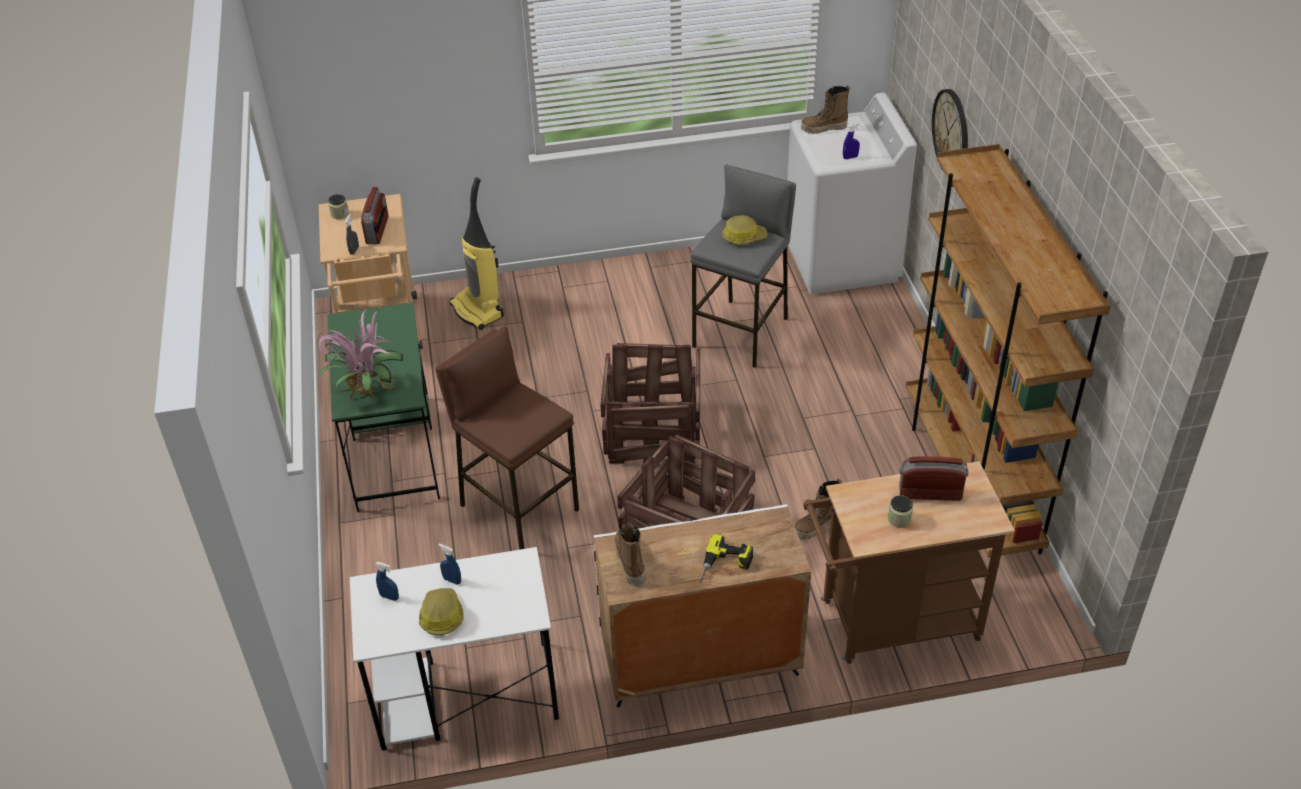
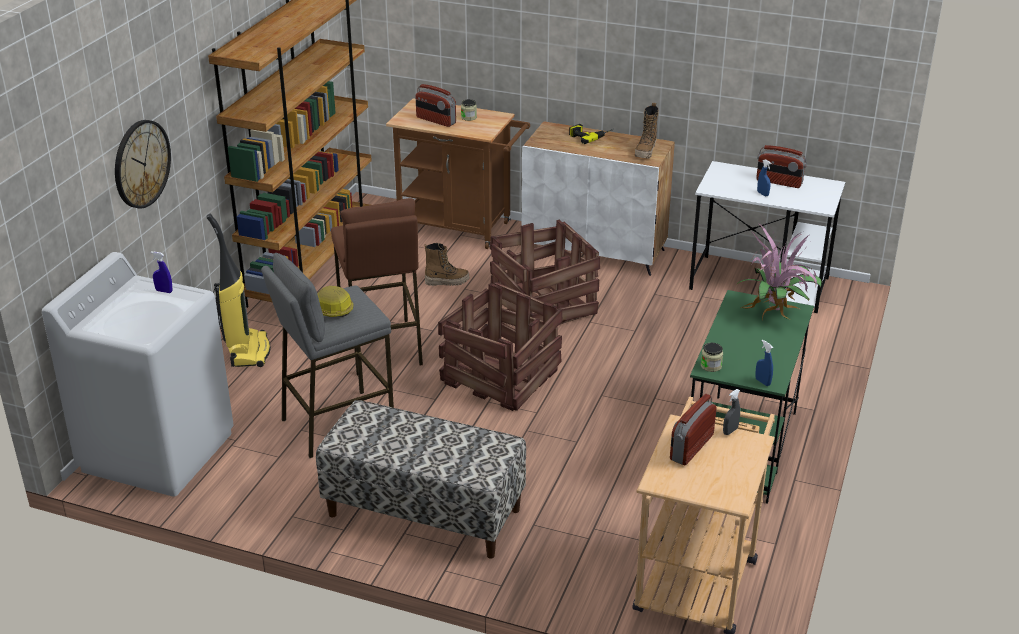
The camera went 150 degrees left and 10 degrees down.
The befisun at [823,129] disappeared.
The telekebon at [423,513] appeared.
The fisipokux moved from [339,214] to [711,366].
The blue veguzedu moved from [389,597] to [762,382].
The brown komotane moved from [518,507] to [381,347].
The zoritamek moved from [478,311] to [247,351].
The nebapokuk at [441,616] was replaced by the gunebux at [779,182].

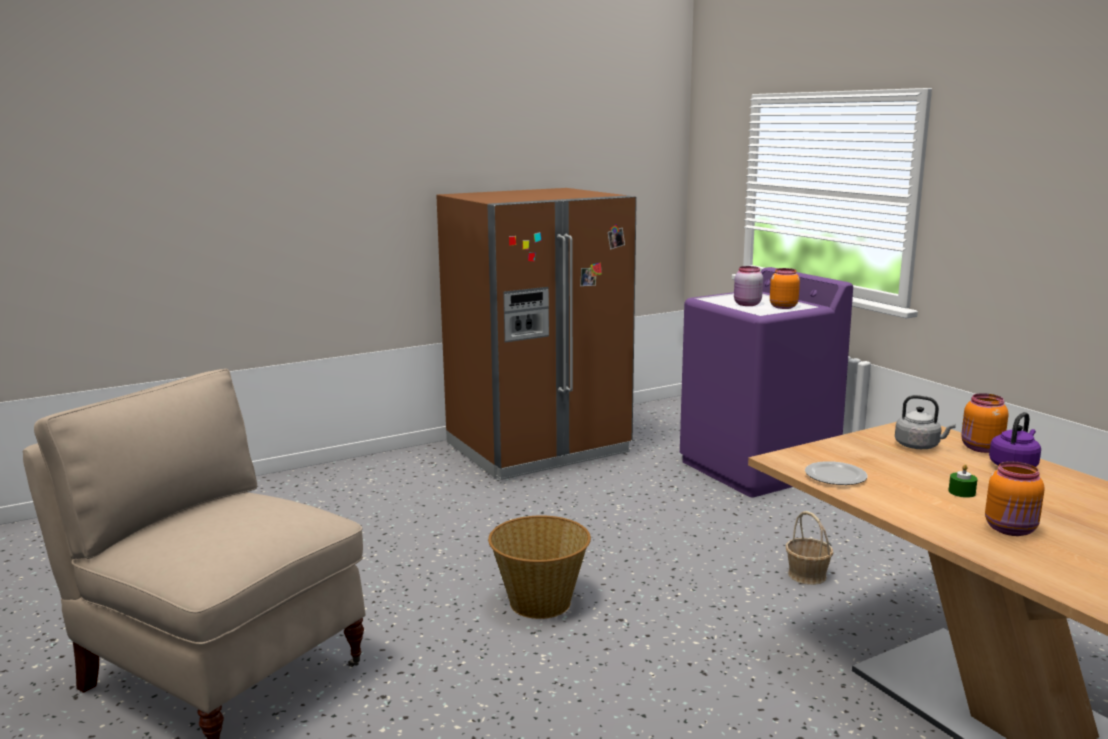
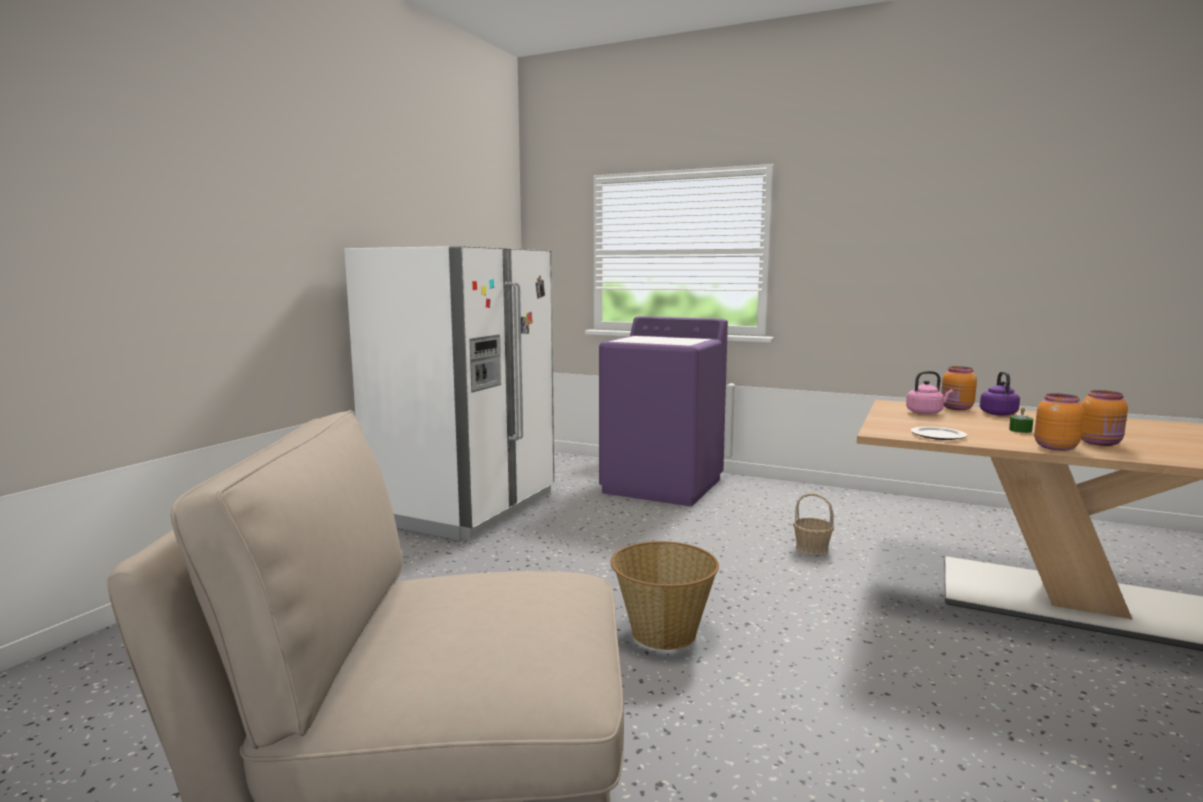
The camera went 35 degrees left and 5 degrees down.
The pink fisipokux at [746,304] disappeared.
The orange fisipokux moved from [782,307] to [1054,447].
The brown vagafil at [537,448] became the white vagafil at [464,508].
The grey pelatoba at [919,446] became the pink pelatoba at [926,412].

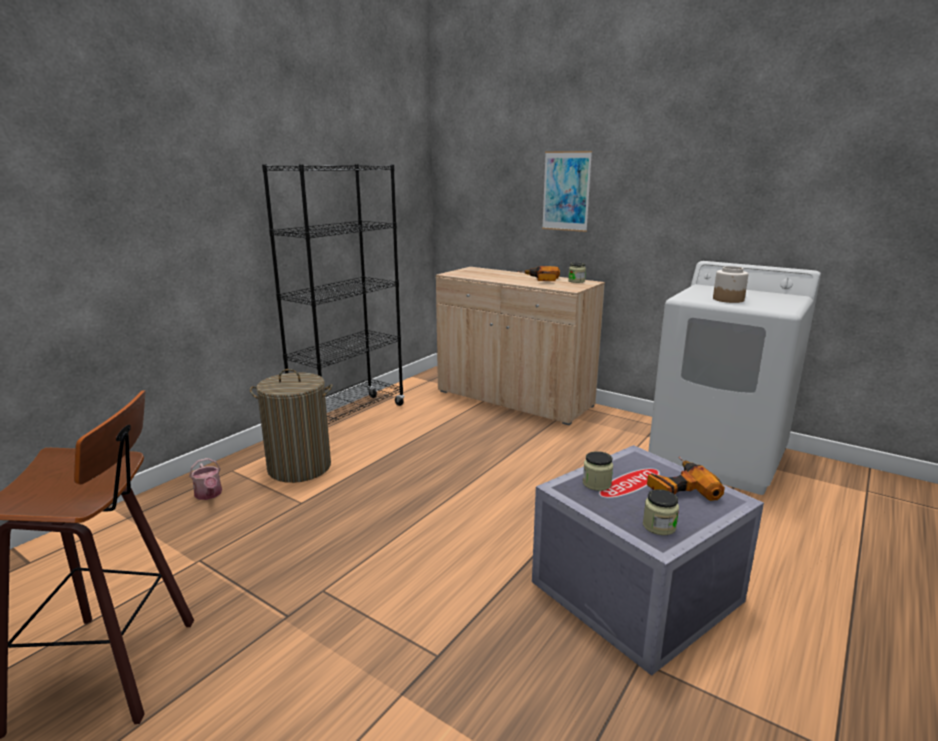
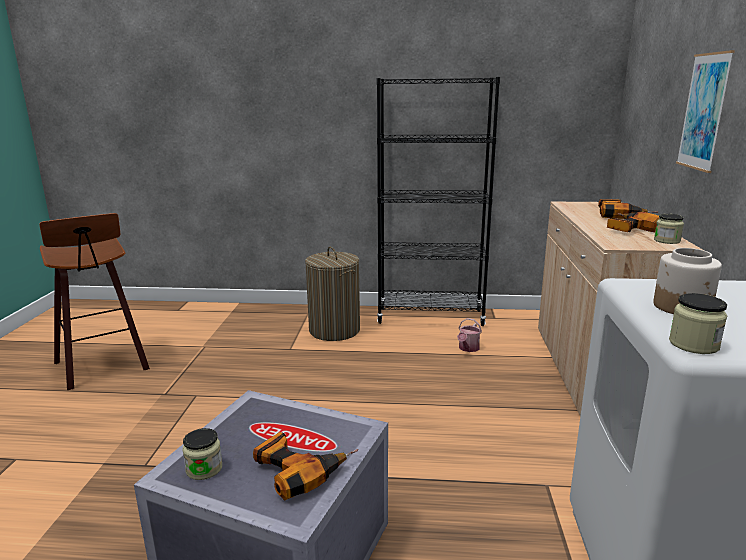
The camera went 60 degrees right and 0 degrees up.
The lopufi at [620,215] appeared.
The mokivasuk moved from [209,495] to [468,348].
The fisipokux moved from [596,484] to [693,344].

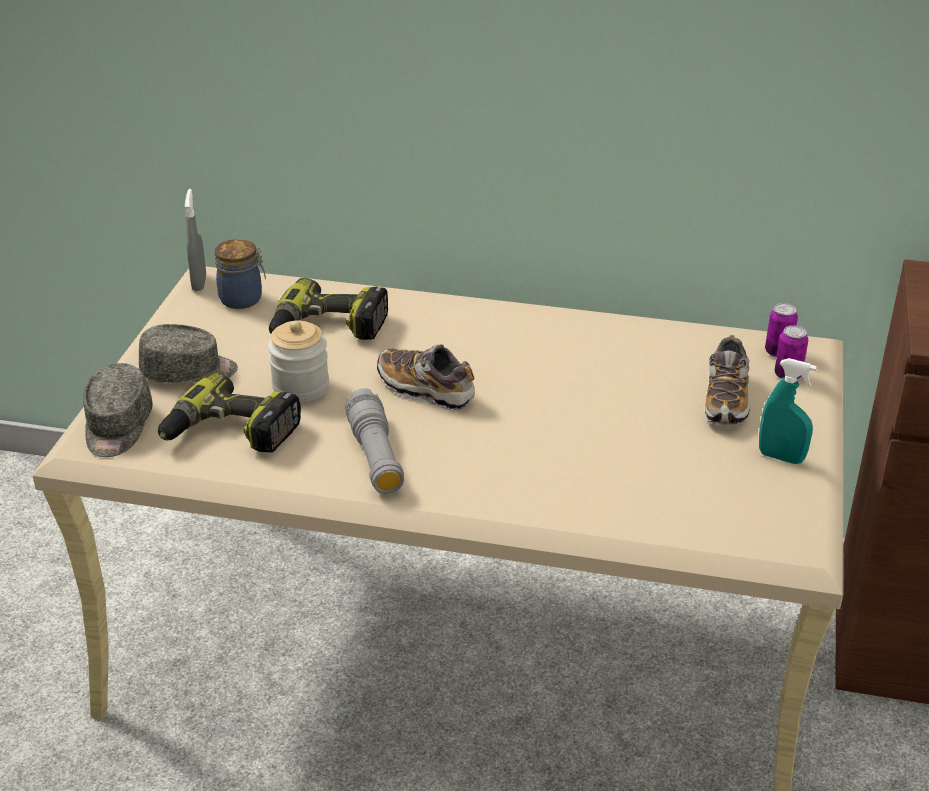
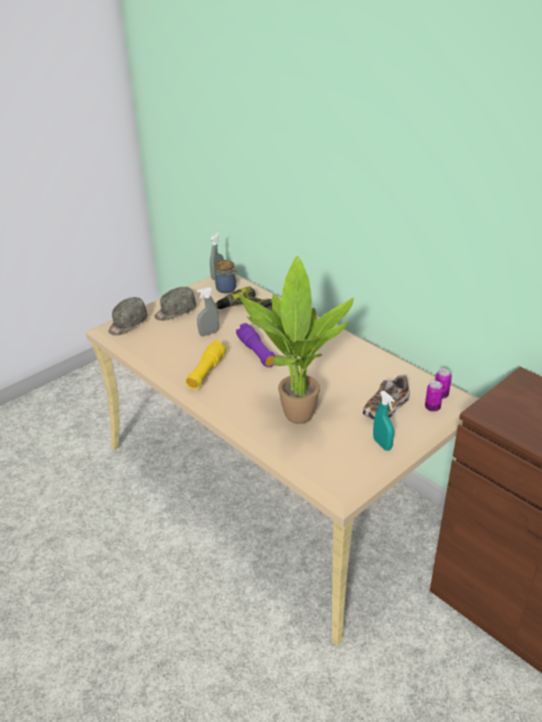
The camera went 35 degrees right and 0 degrees up.
The lopufi at [230,433] disappeared.
The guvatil at [294,415] appeared.
The fisipokux at [300,387] was replaced by the grey veguzedu at [209,333].
The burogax at [425,390] was replaced by the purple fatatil at [256,352].
The grey fatatil at [375,456] became the yellow fatatil at [206,372].
The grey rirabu at [189,372] turned 120 degrees clockwise.

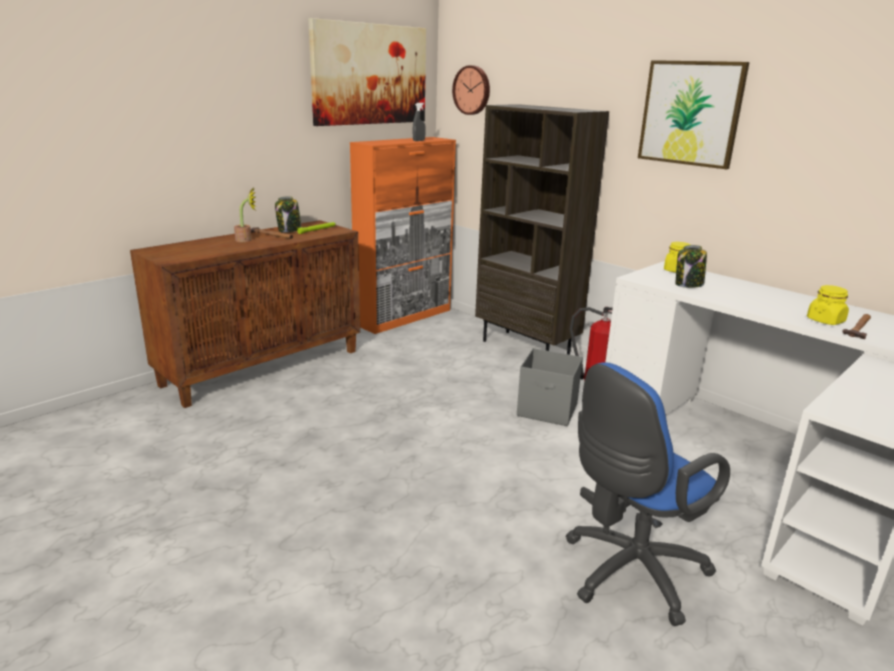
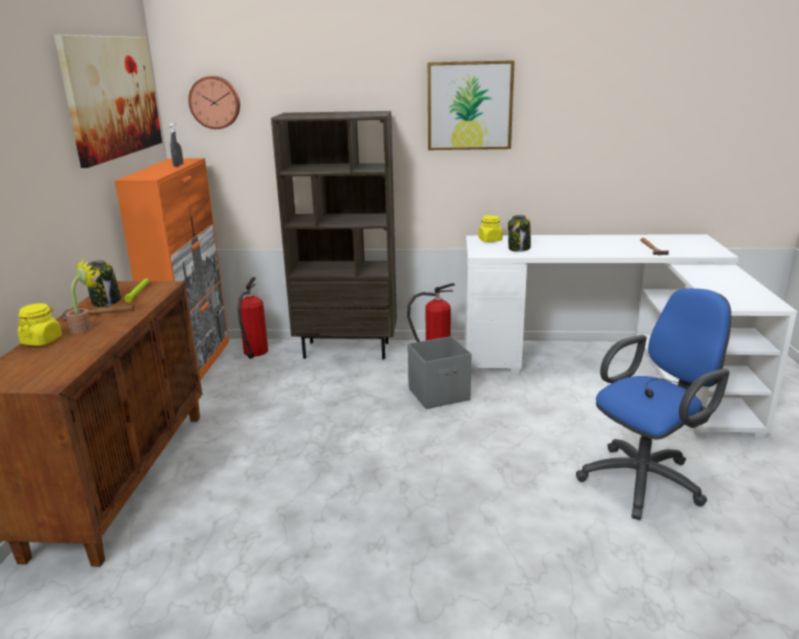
The camera went 40 degrees left and 0 degrees up.
The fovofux at [255,352] appeared.
The yellow fisipokux moved from [825,320] to [42,341].
The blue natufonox at [628,573] turned 135 degrees counterclockwise.

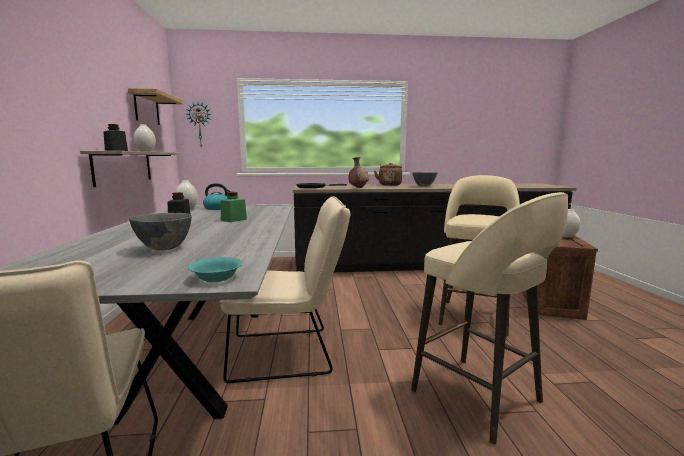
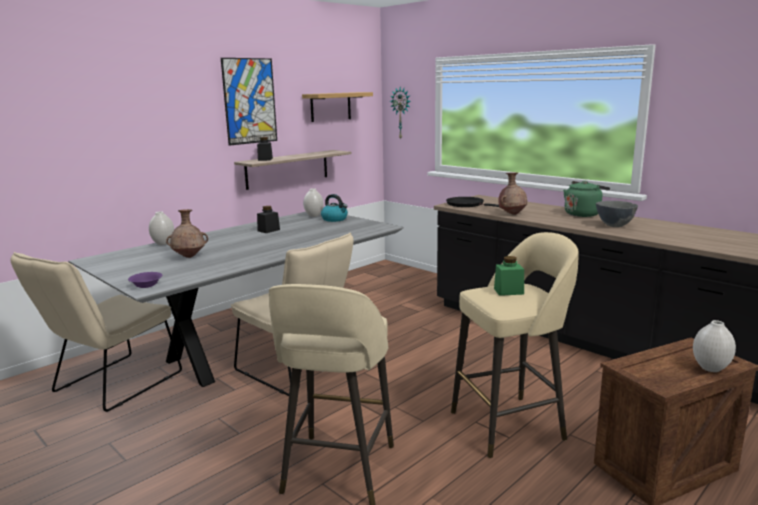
The camera went 50 degrees right and 5 degrees up.
The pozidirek at [249,101] appeared.
The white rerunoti moved from [145,151] to [163,244].
The green fisipokux moved from [234,220] to [508,291].
The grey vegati at [165,248] was replaced by the brown rerunoti at [189,256].
The turquoise vegati at [216,278] became the purple vegati at [146,285].
The brown pelatoba at [389,185] became the green pelatoba at [583,214].

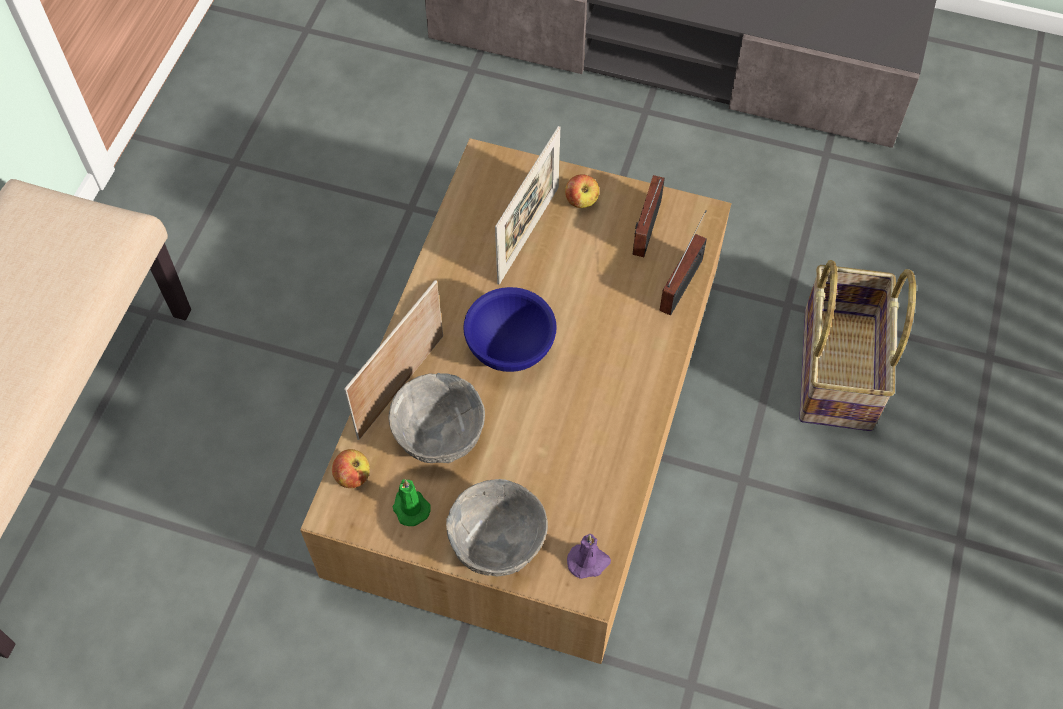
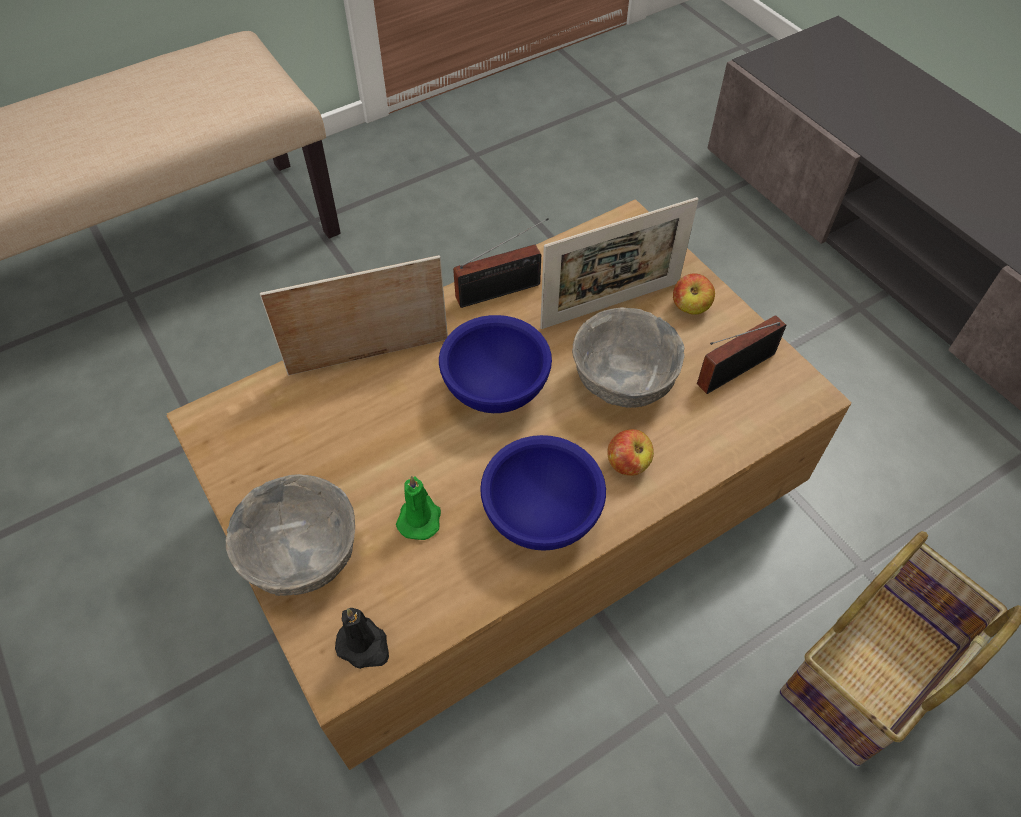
The camera went 40 degrees right and 5 degrees down.
The blue vegati at [539,515] appeared.
The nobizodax moved from [353,476] to [628,464].
The grey vegati moved from [439,433] to [623,380].
The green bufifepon moved from [410,507] to [420,517].
The gunebux moved from [684,282] to [503,291].
The purple bufifepon at [589,561] became the black bufifepon at [364,646].

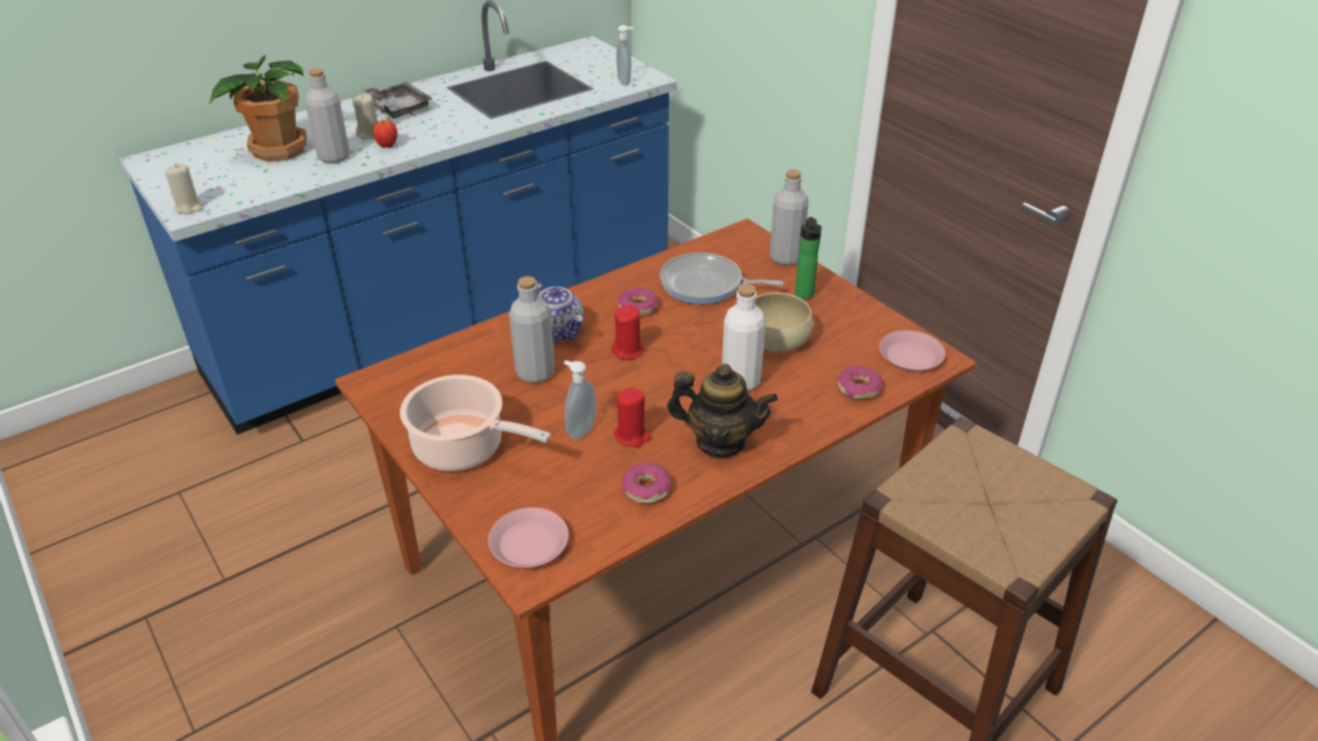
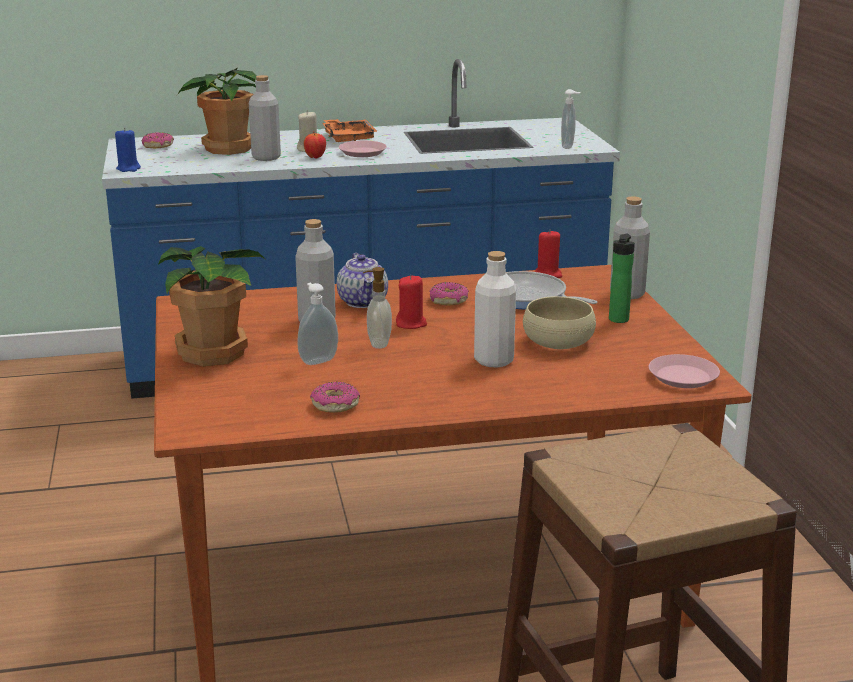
The camera went 25 degrees right and 15 degrees down.
The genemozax at [720,442] disappeared.
The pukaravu at [378,344] appeared.
The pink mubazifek moved from [529,544] to [362,152].
The red bufifepon moved from [632,436] to [548,274].
The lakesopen moved from [859,389] to [158,146].
The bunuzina at [464,448] was replaced by the guvatil at [212,352].
The beige bufifepon at [189,207] became the blue bufifepon at [128,169].
The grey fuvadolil at [397,108] became the orange fuvadolil at [348,138].

